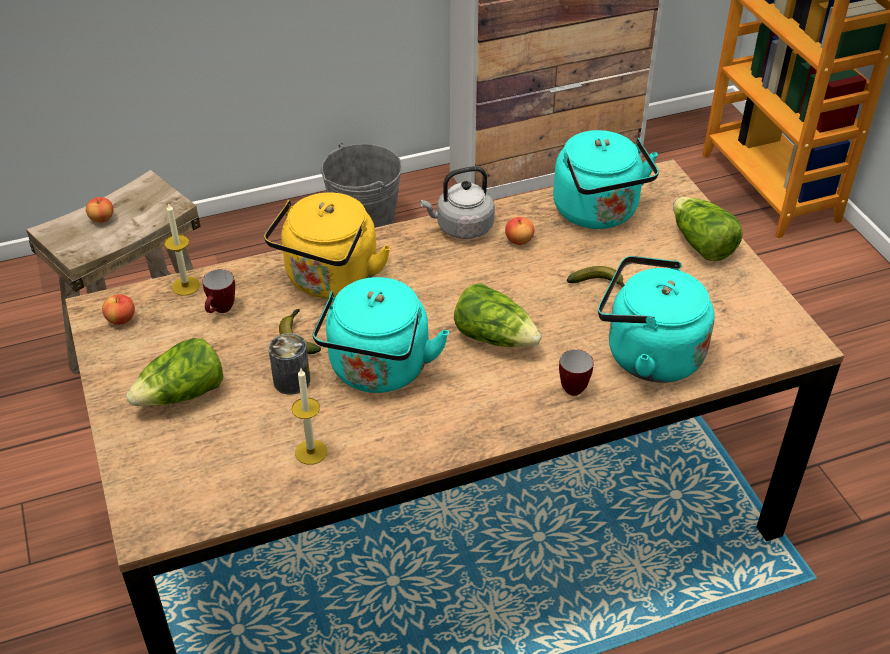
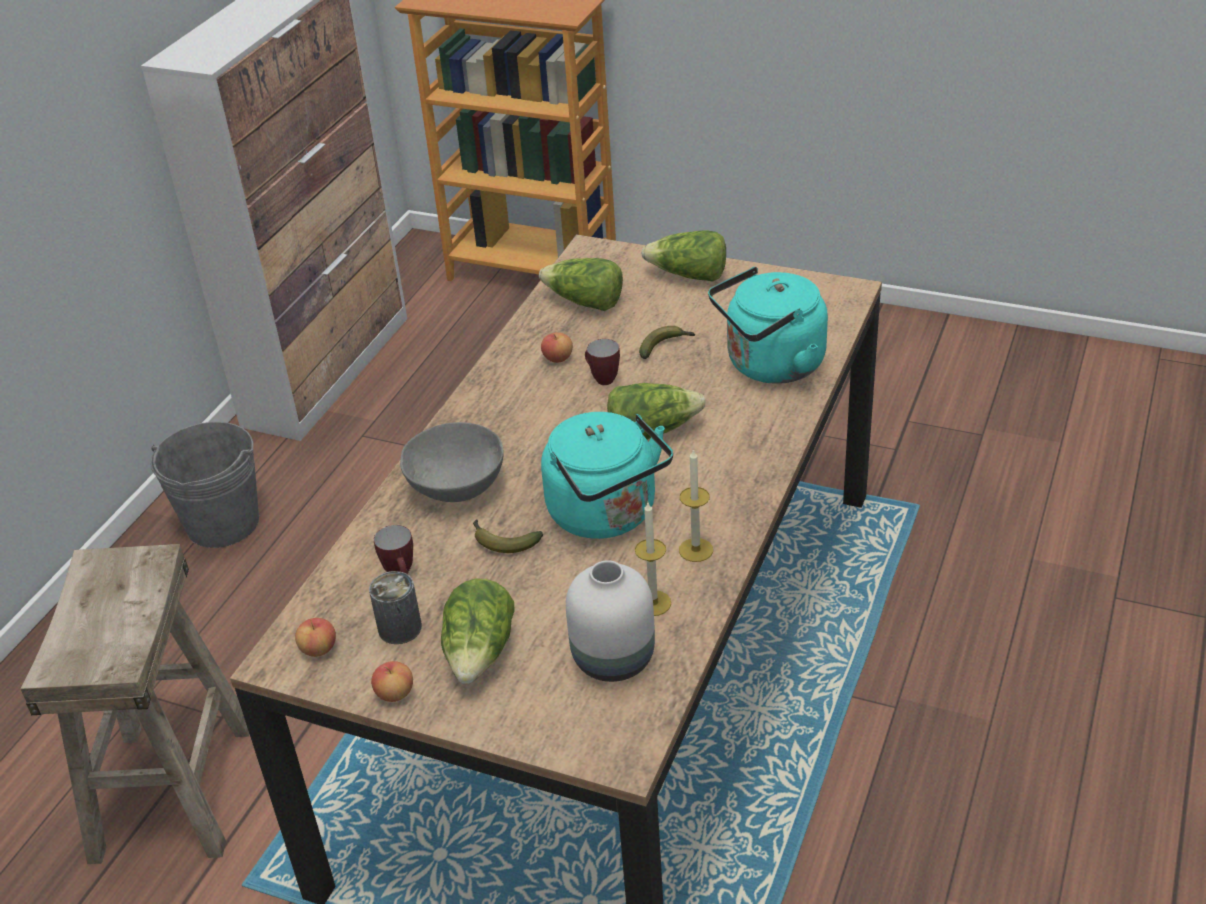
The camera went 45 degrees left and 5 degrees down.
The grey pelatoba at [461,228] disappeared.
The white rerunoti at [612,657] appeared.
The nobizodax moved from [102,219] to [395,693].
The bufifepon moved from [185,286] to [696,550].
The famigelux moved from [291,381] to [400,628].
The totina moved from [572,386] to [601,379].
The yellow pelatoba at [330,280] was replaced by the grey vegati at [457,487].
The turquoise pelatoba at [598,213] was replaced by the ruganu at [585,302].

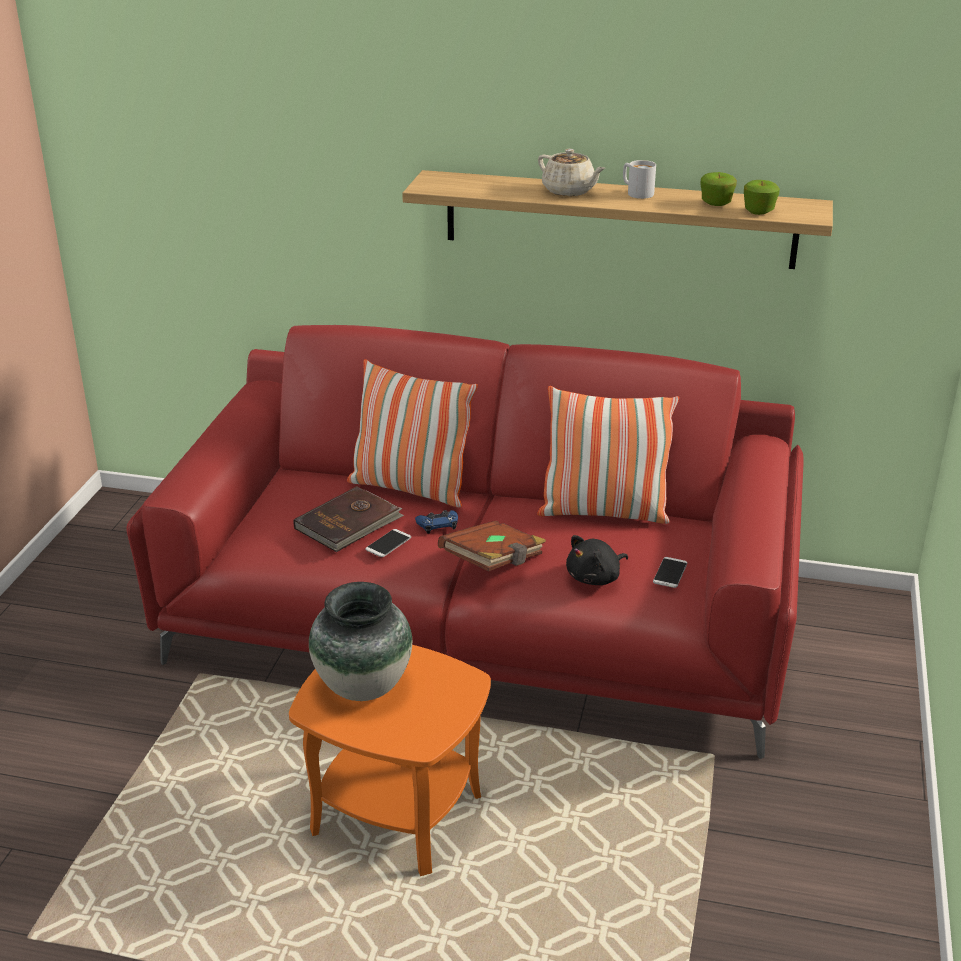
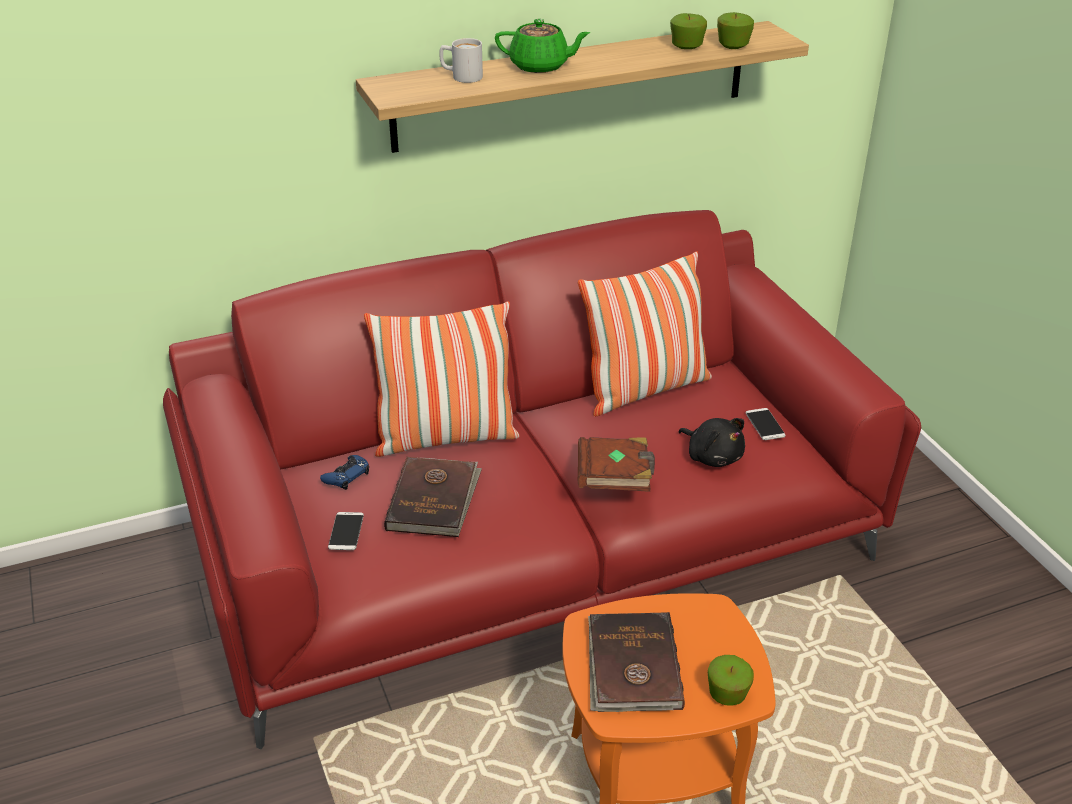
The camera went 35 degrees left and 5 degrees up.
The nobizodax at [727,694] appeared.
The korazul moved from [388,544] to [346,531].
The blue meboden moved from [438,524] to [346,476].
The white totina moved from [636,192] to [461,76].
The rerunoti at [362,687] was replaced by the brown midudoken at [632,667].
The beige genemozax at [569,191] became the green genemozax at [540,66].
The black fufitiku at [595,578] turned 60 degrees counterclockwise.

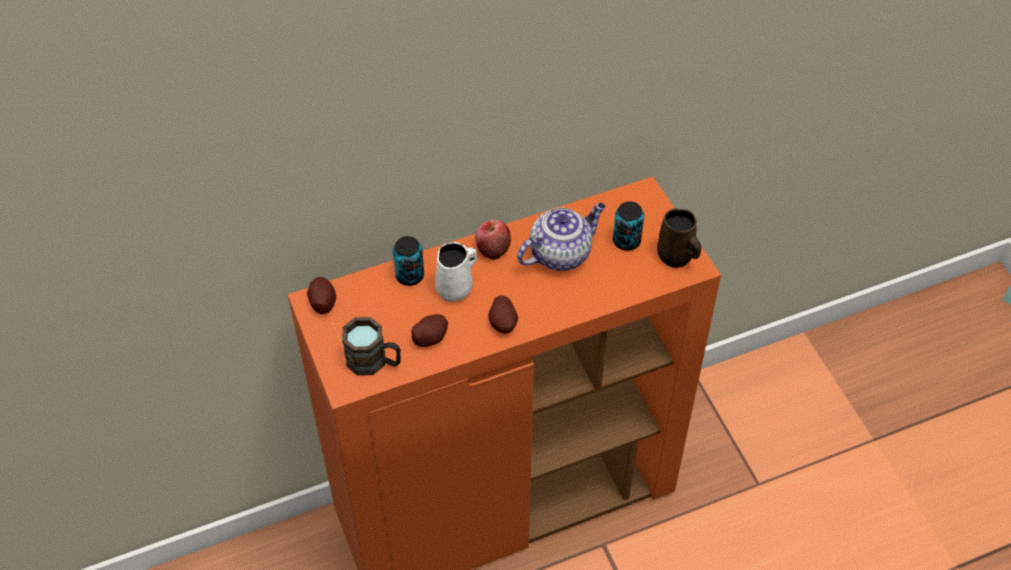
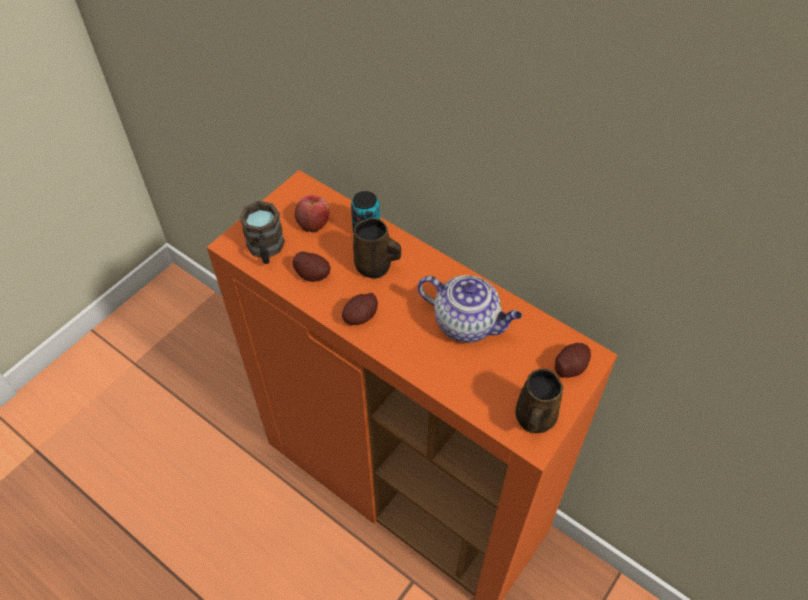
The camera went 60 degrees right and 0 degrees up.
The famigelux at [626,241] disappeared.
The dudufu moved from [322,302] to [570,366].
The nobizodax moved from [492,248] to [314,223].
The white totina at [456,288] became the brown totina at [375,267].

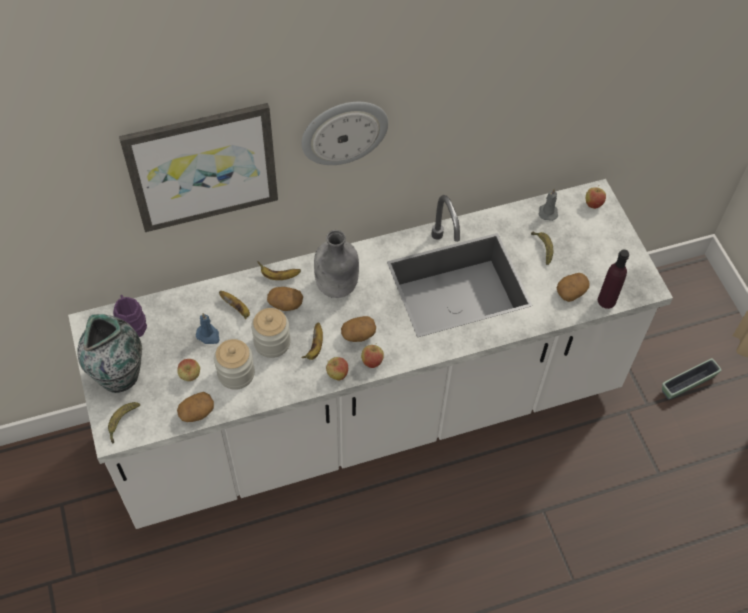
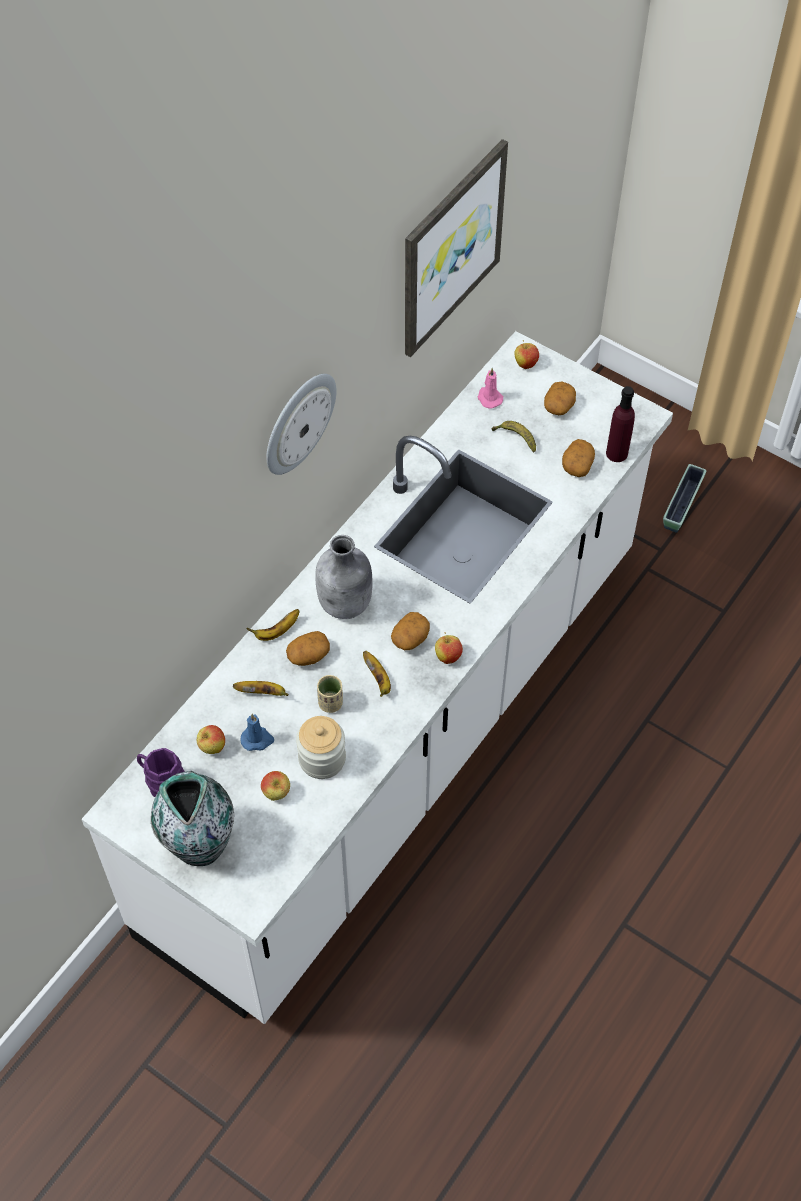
The camera went 35 degrees left and 0 degrees up.
The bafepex at [122,422] disappeared.
The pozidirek moved from [202,166] to [450,247].
The dudufu moved from [196,412] to [559,406].
The nobizodax moved from [337,374] to [212,747].
The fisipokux at [272,342] was replaced by the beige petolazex at [330,703].
The grey bufifepon at [548,212] became the pink bufifepon at [489,398].

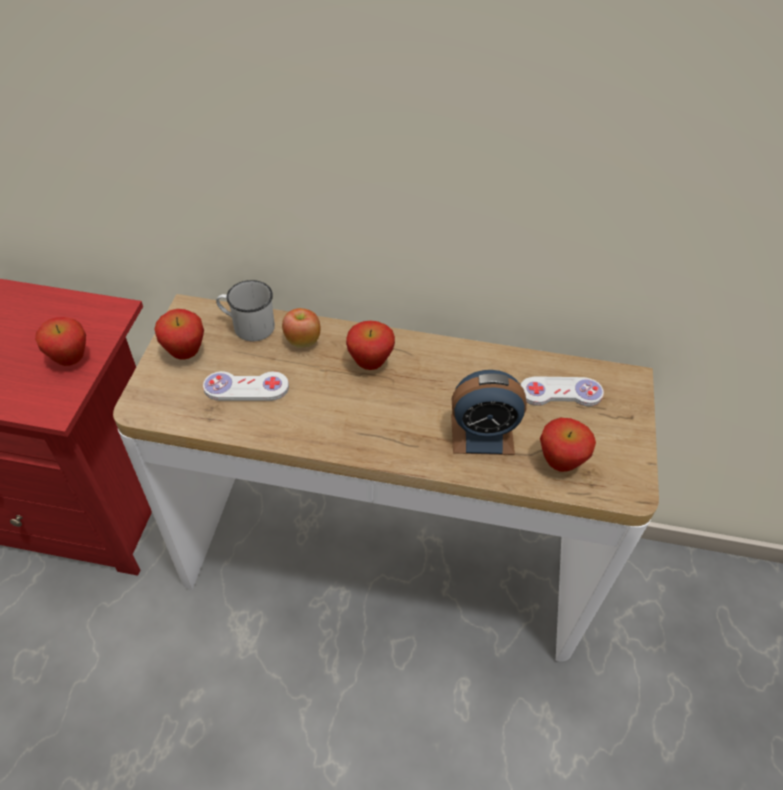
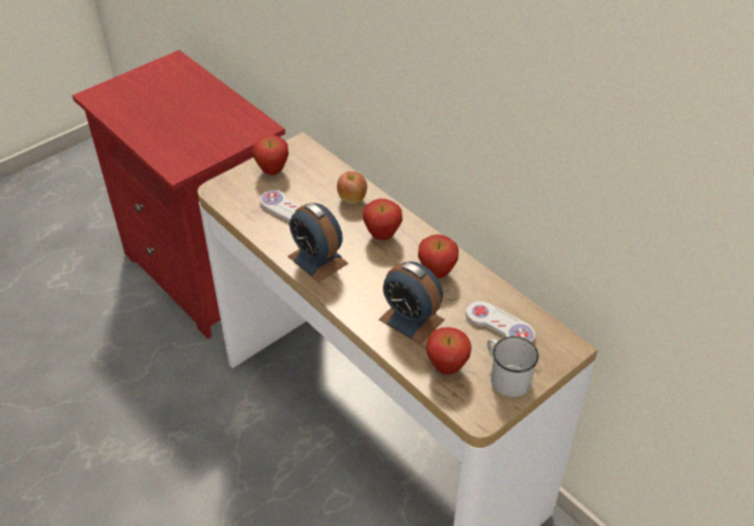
The camera went 40 degrees right and 5 degrees down.
The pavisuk at [317,260] appeared.
The nobizodax moved from [71,360] to [436,273].
The white totina moved from [247,326] to [505,376].

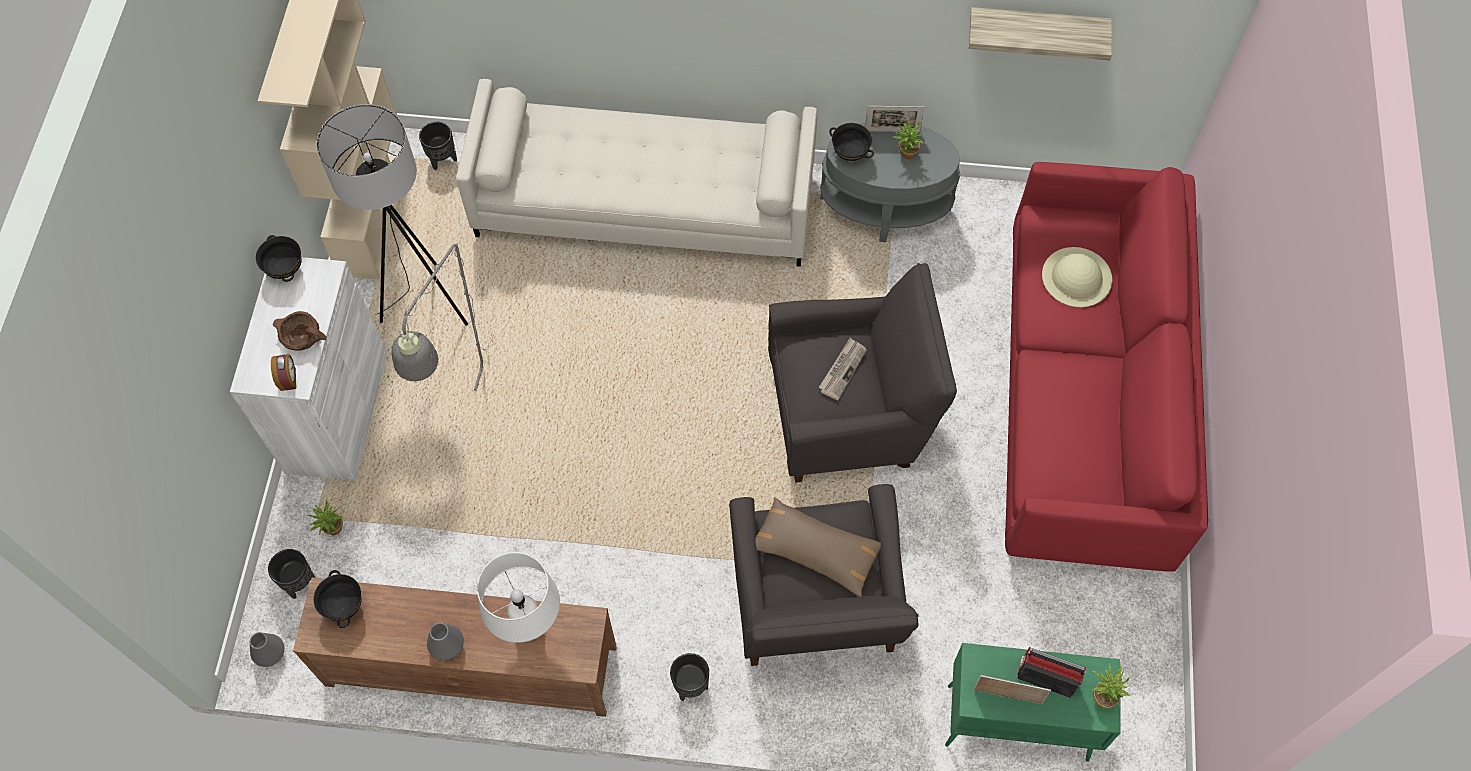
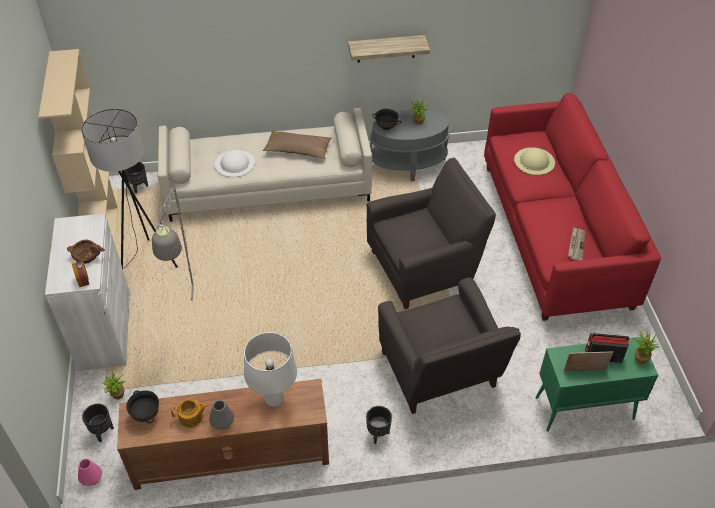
The camera went 15 degrees left and 15 degrees down.
The black vegati at [285,269] disappeared.
The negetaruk at [892,131] disappeared.
The genemozax at [191,417] appeared.
The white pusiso at [234,163] appeared.
The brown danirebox moved from [816,551] to [298,149].
The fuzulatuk moved from [842,369] to [576,245].
The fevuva moved from [1037,28] to [386,48].
The grey rerunoti at [271,654] became the pink rerunoti at [92,478].

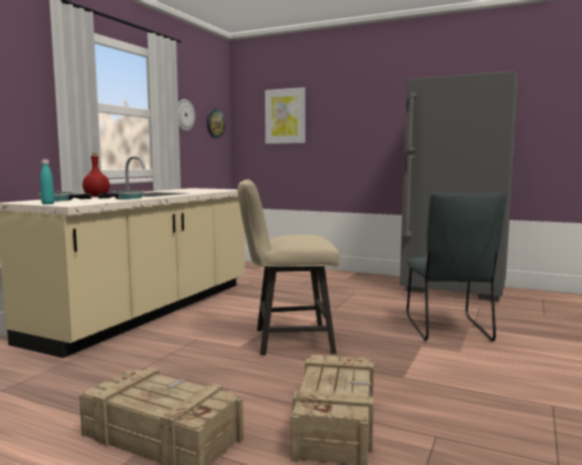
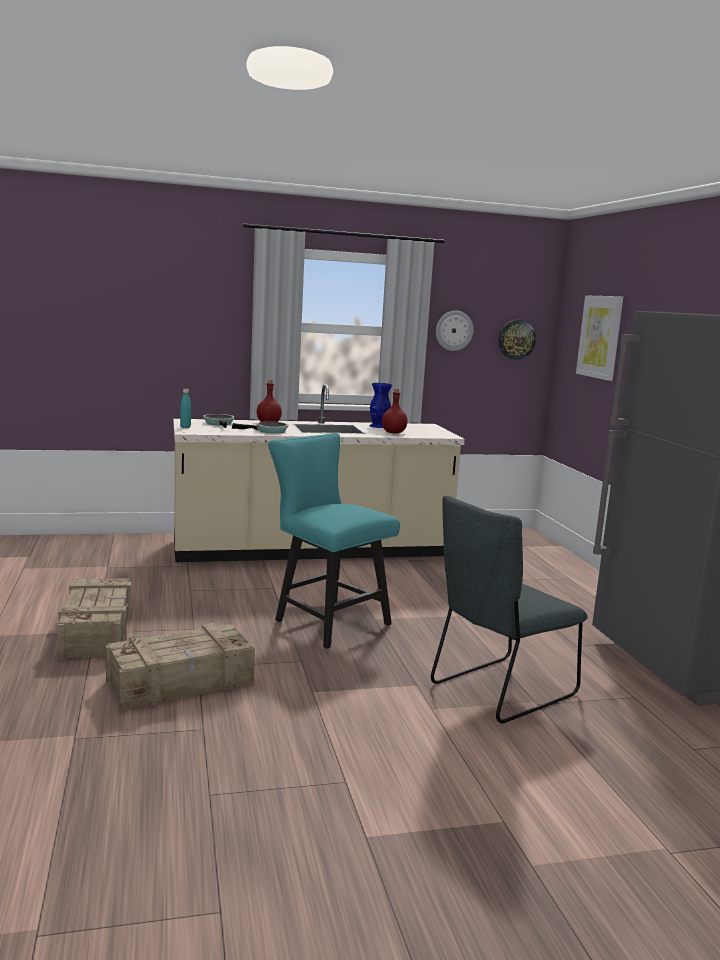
The camera went 50 degrees right and 5 degrees up.
The blue rerunoti at [379,426] appeared.
The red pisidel at [393,433] appeared.
The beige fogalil at [286,340] became the turquoise fogalil at [326,620].

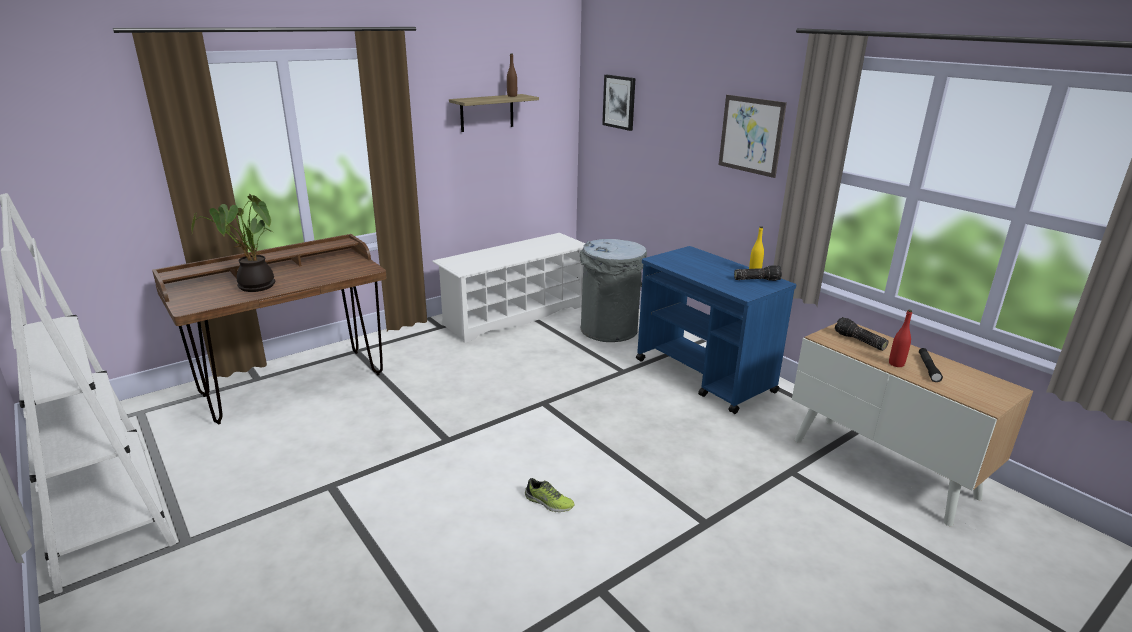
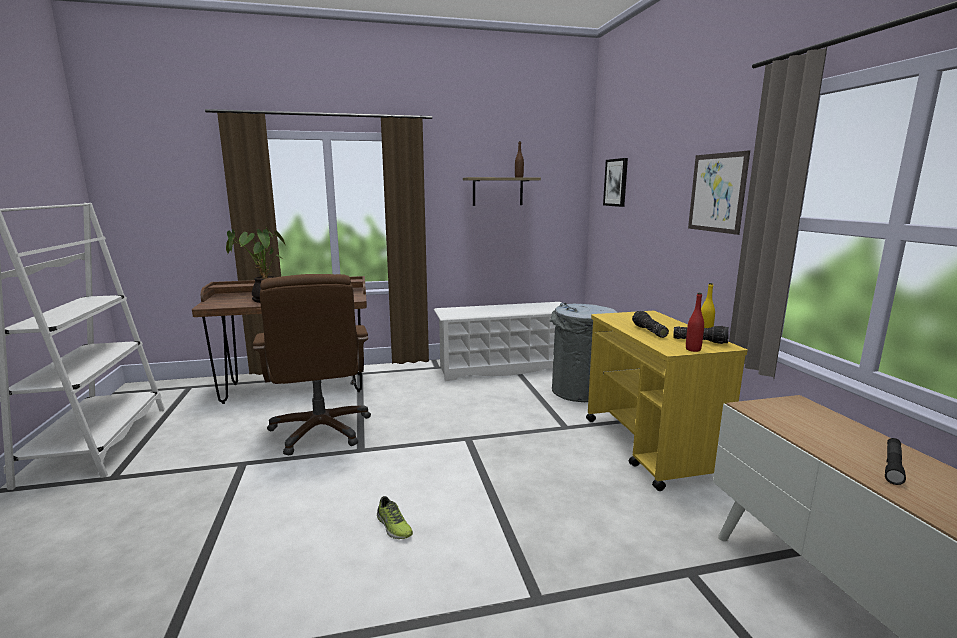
The camera went 25 degrees right and 10 degrees down.
The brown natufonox at [321,430] appeared.
The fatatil moved from [858,341] to [648,331].
The red pisidel moved from [896,364] to [693,349].
The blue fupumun at [705,376] became the yellow fupumun at [650,448].

